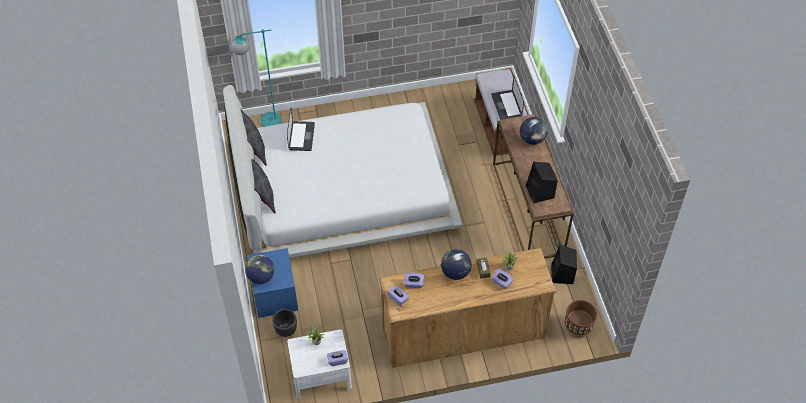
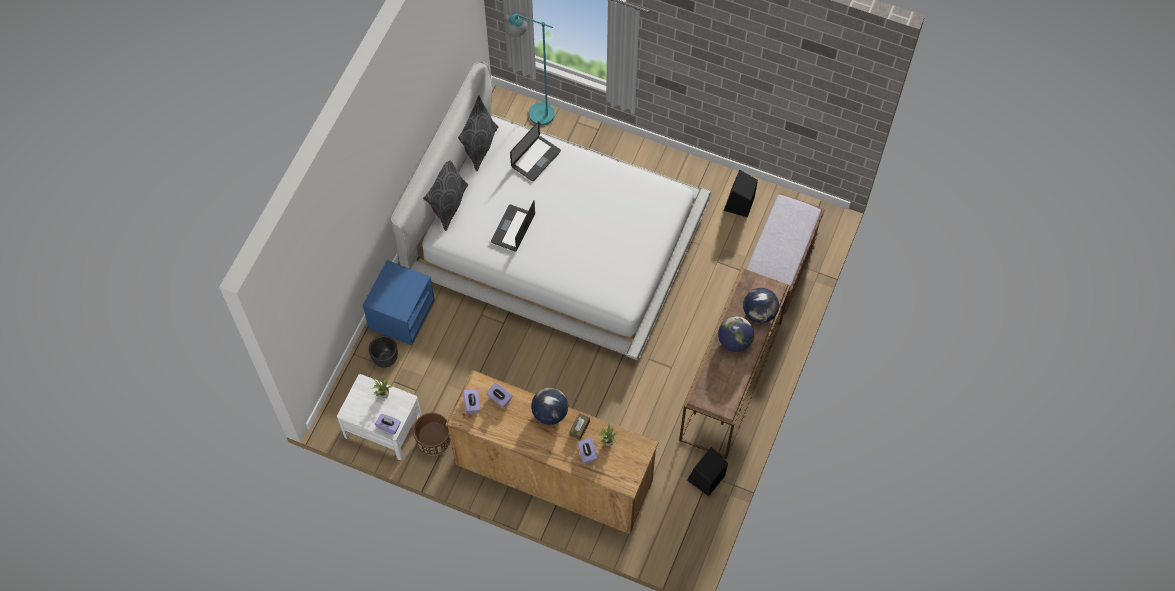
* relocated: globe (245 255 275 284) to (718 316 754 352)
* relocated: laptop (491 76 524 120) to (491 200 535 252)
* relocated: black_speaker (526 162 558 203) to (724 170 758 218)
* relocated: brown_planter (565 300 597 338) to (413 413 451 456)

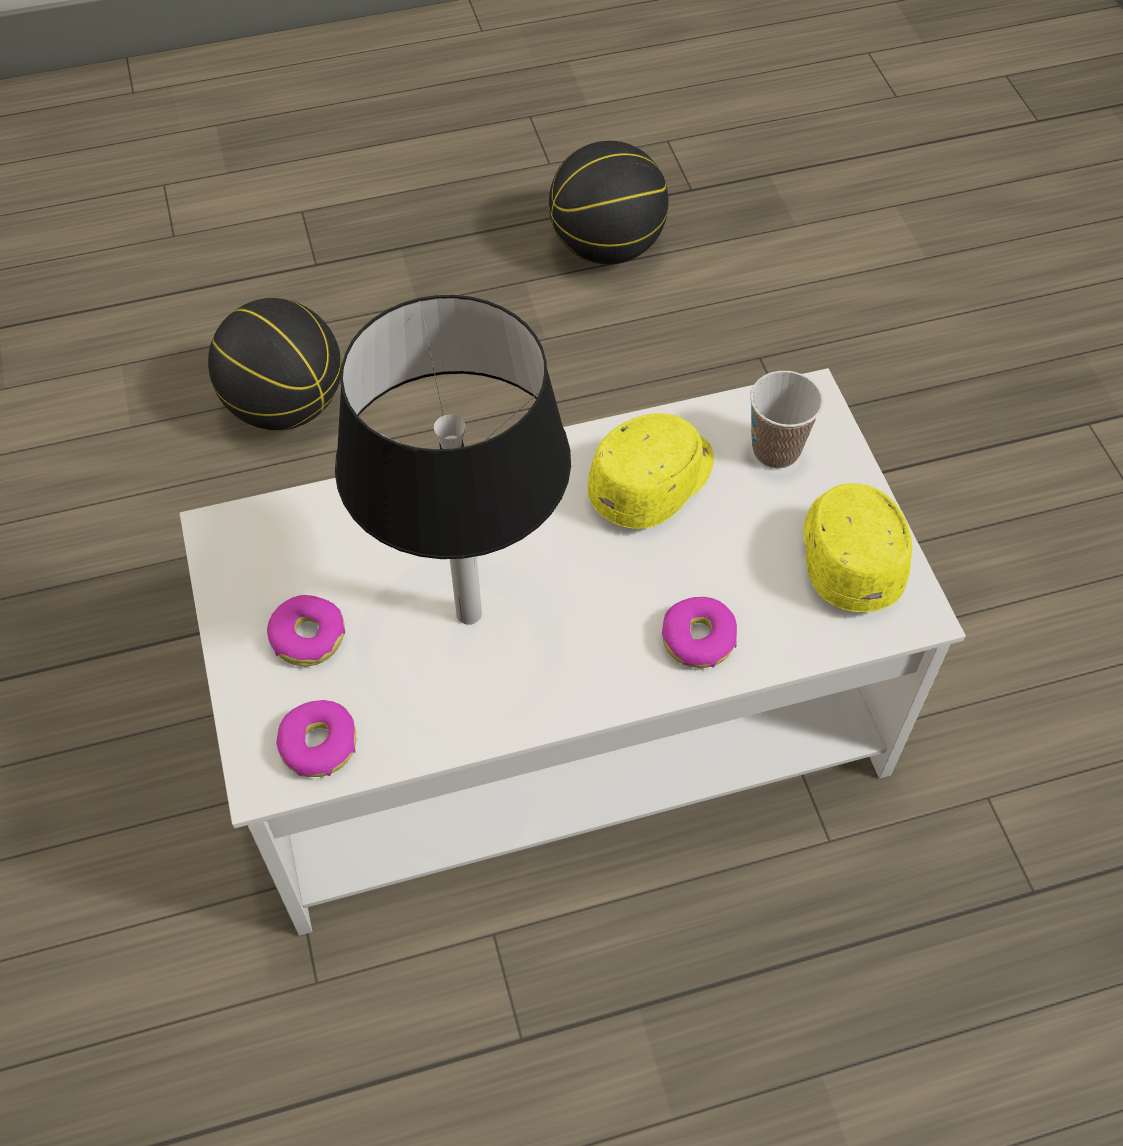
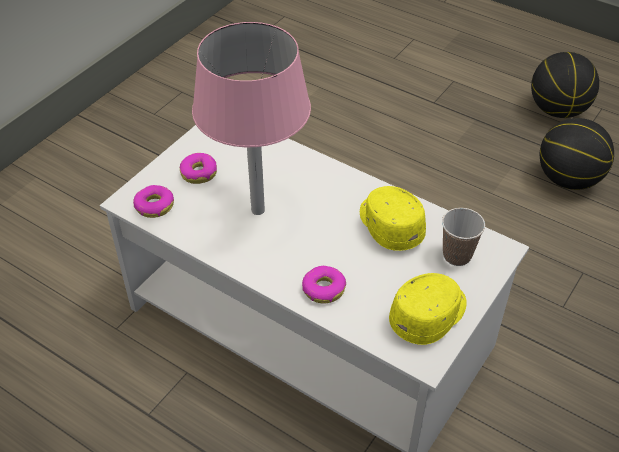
* relocated: basketball (208 298 342 430) to (531 52 599 118)
* colour: black_table_lamp (335 295 571 625) to pink_table_lamp (192 22 311 215)
* spun: yellow_cap (588 413 714 529) = (360 186 426 251) 120 degrees counterclockwise

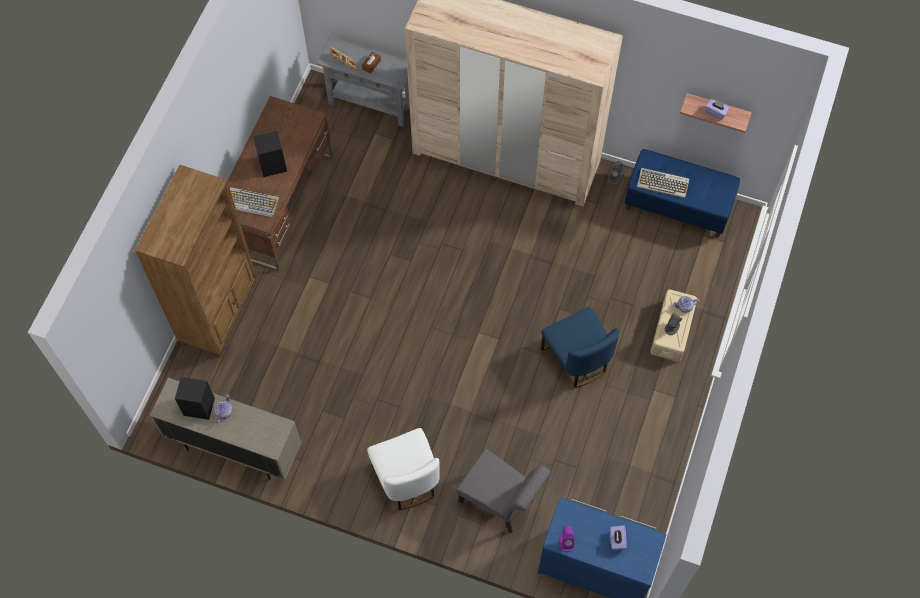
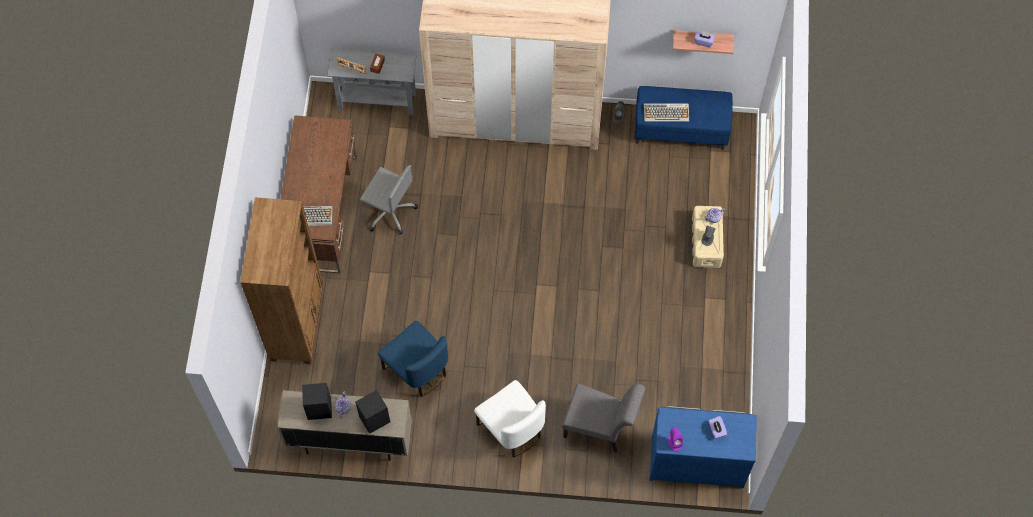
* relocated: black_speaker (253 131 287 177) to (355 390 390 434)
* relocated: blue_chair (541 307 619 388) to (378 321 448 397)
* appeared: grey_office_chair (360 165 418 235)

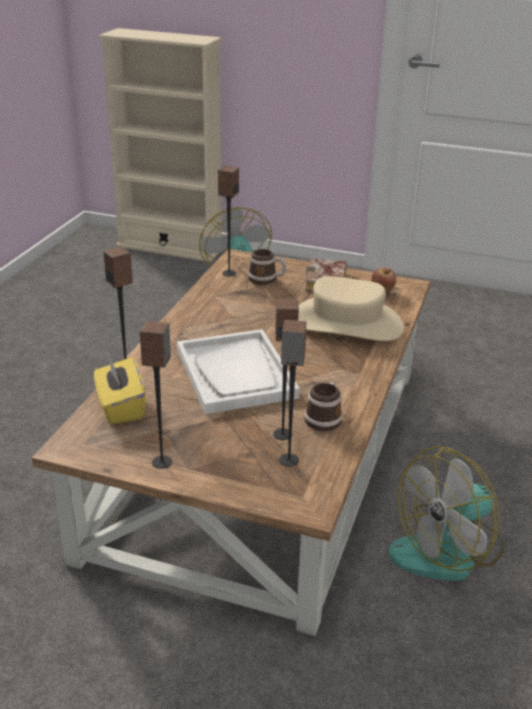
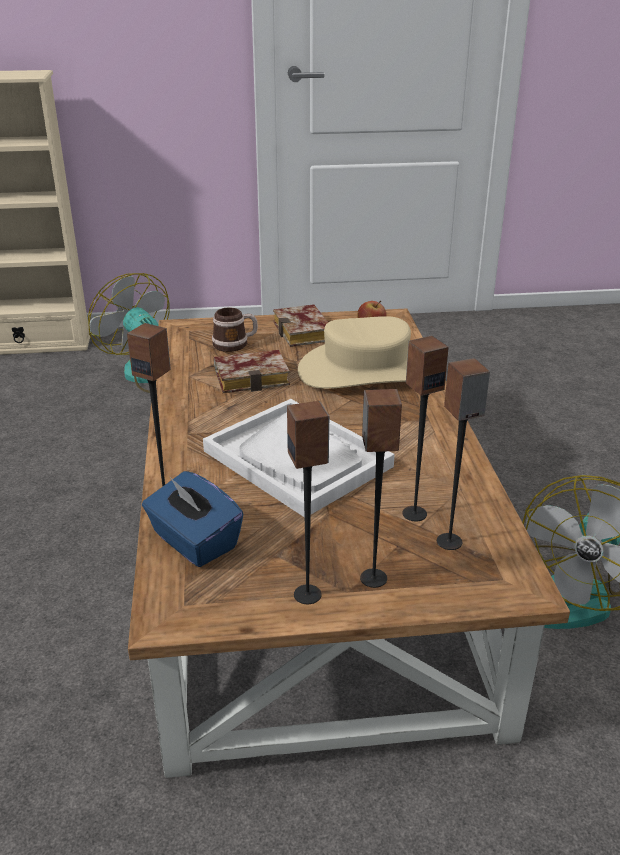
* colour: yellow_tissue_box (94 357 146 424) to blue_tissue_box (142 471 243 567)
* relocated: speaker (218 166 239 277) to (360 389 402 588)
* missing: mug (304 382 343 431)
* appeared: book (214 350 290 393)

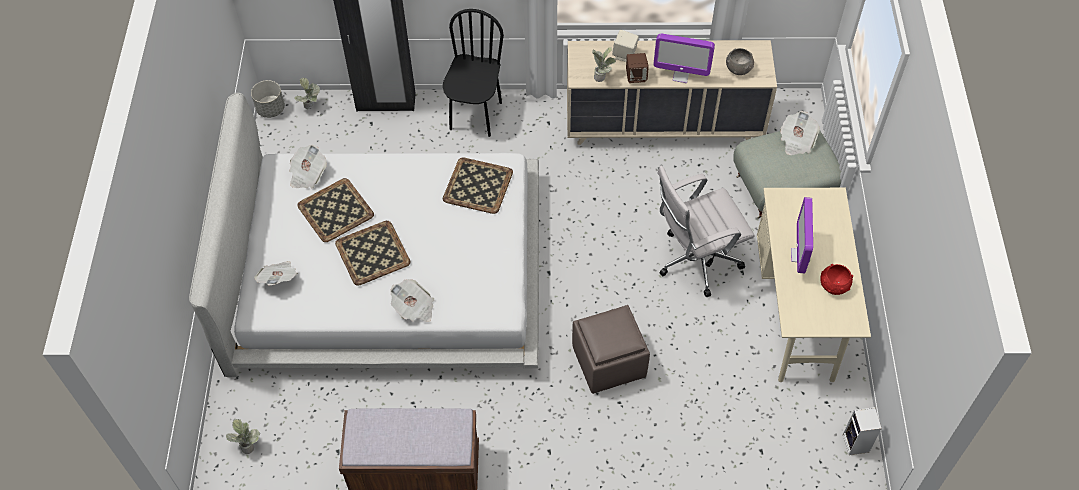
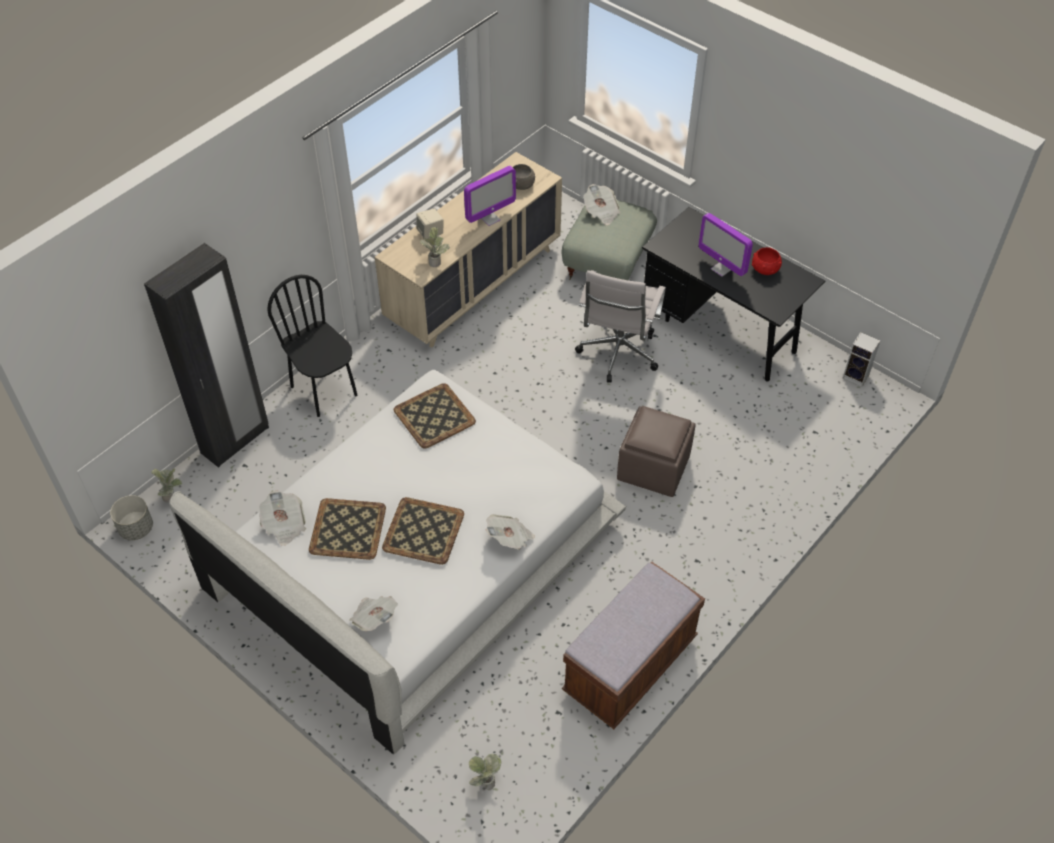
* missing: brown_speaker (626 53 649 83)
* colour: beige_desk (757 188 871 382) to black_desk (642 207 825 382)

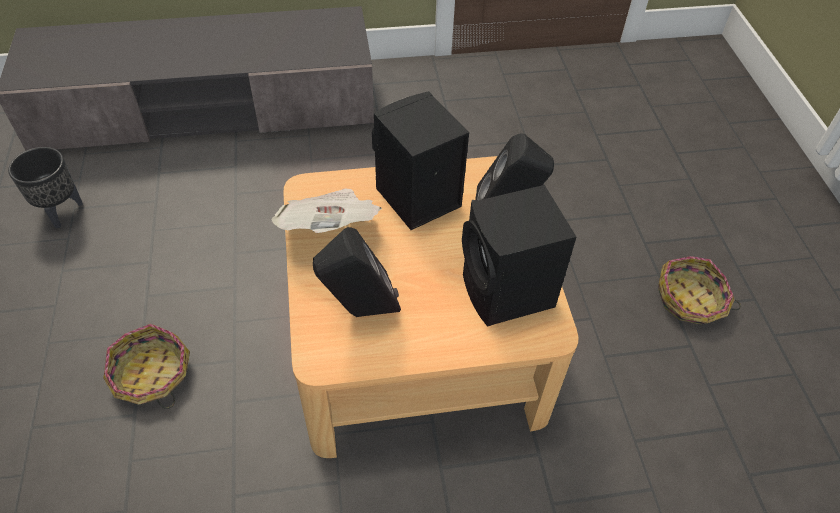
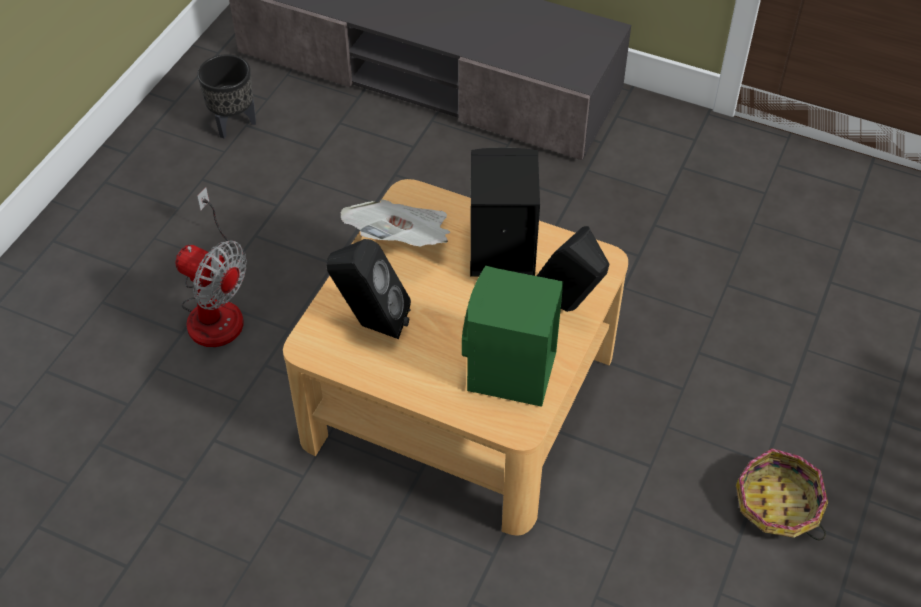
* exchanged: basket (103 324 190 409) to fan (175 187 247 347)
* colour: black_speaker (462 185 576 327) to green_speaker (462 266 563 407)

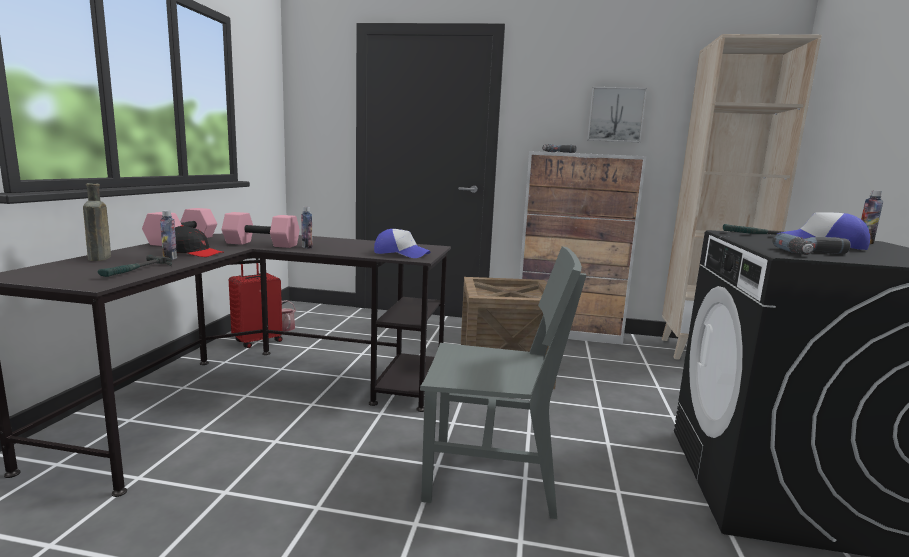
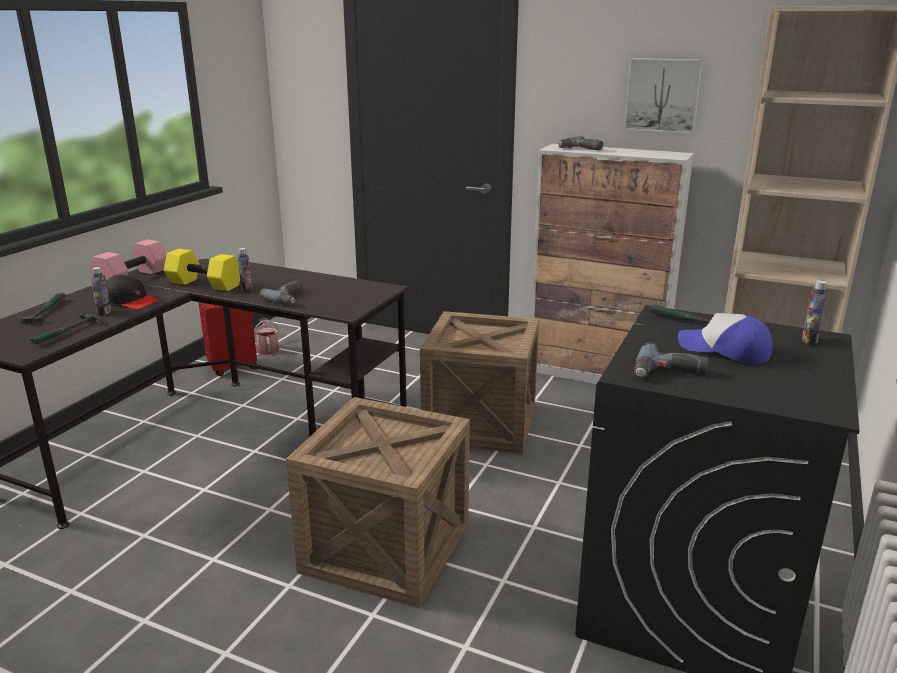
* exchanged: brown_bottle (83 183 111 261) to hammer (17 293 66 323)
* colour: pink_dumbbell (222 212 300 248) to yellow_dumbbell (164 249 240 291)
* missing: cap (374 229 430 258)
* exchanged: grey_chair (420 246 587 519) to crate (286 397 470 609)
* appeared: power_drill (260 280 302 305)

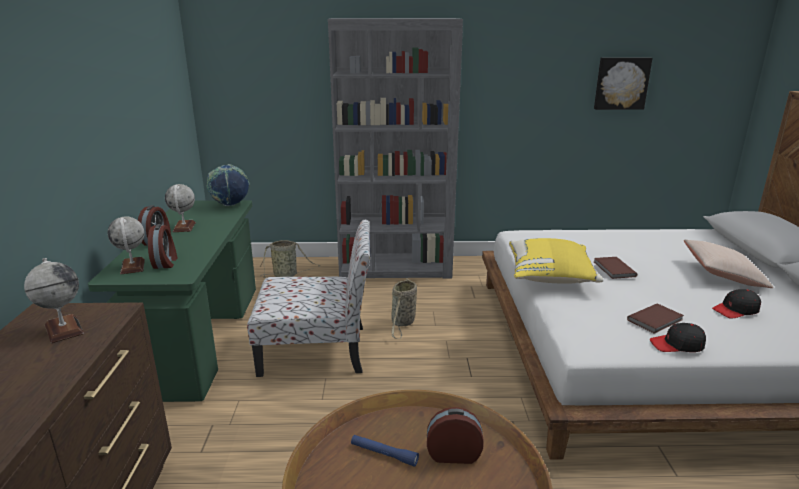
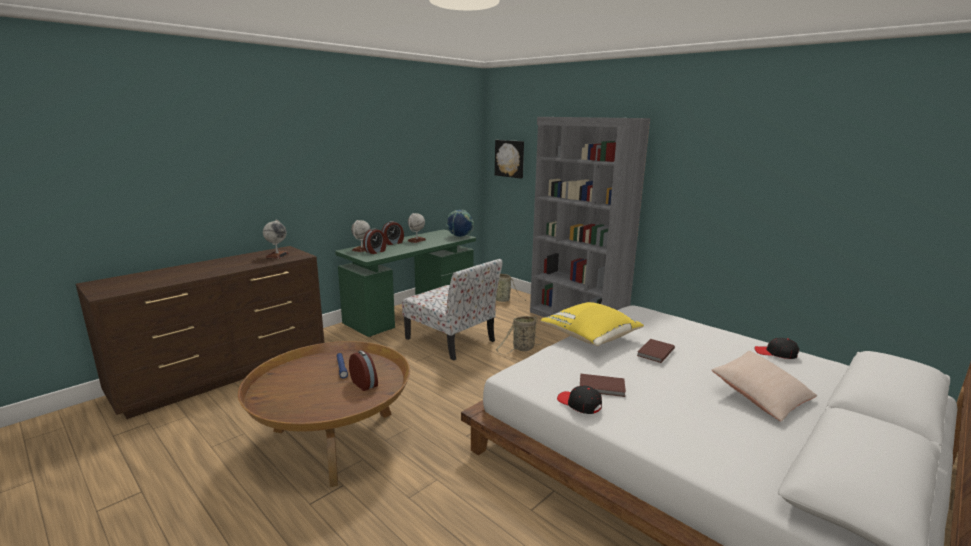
* relocated: picture (594 57 653 110) to (495 140 524 179)
* relocated: black_cap (712 289 761 319) to (754 338 799 359)

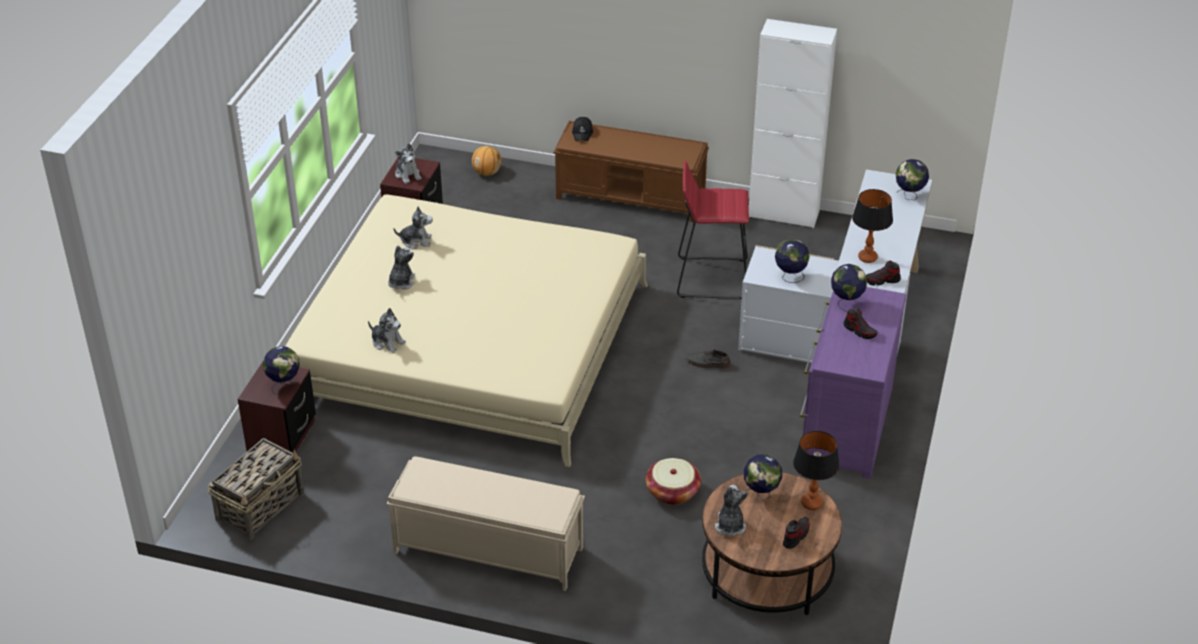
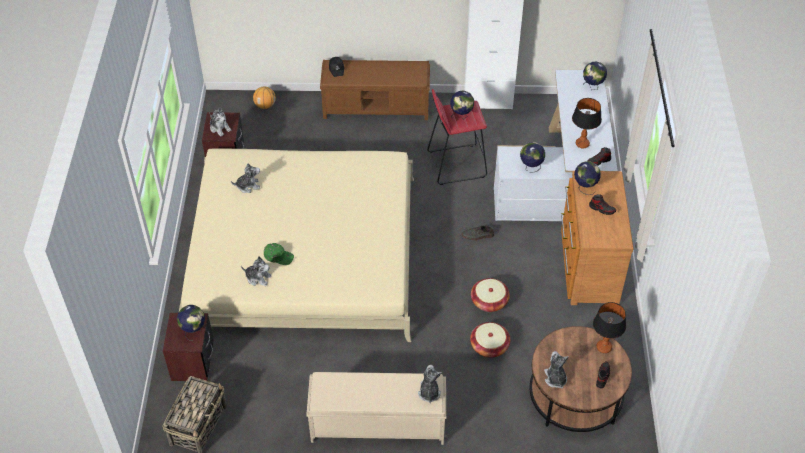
* relocated: plush_toy (388 245 415 290) to (418 365 442 403)
* relocated: globe (744 454 782 501) to (450 91 474 119)
* colour: purple_dresser (800 287 906 479) to brown_dresser (561 171 634 305)
* appeared: green_cap (264 243 294 265)
* appeared: basket (471 278 510 312)

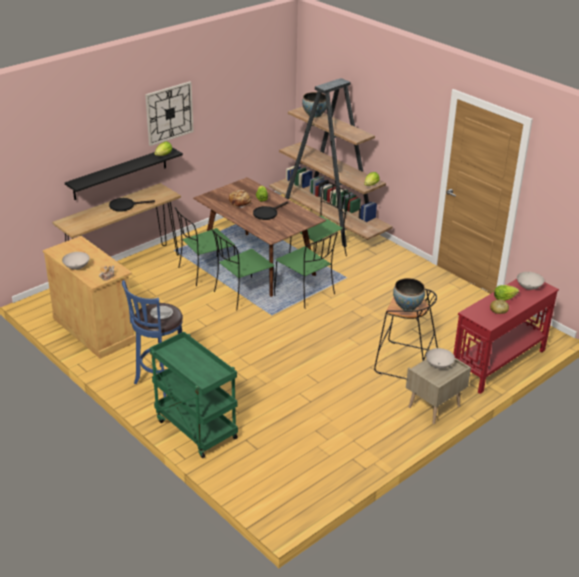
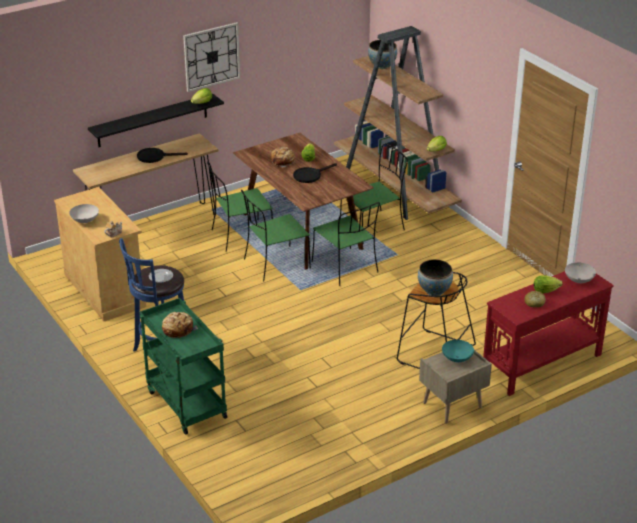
* colour: white_bowl (426 348 455 369) to turquoise_bowl (442 340 474 362)
* appeared: bread (162 312 198 338)

